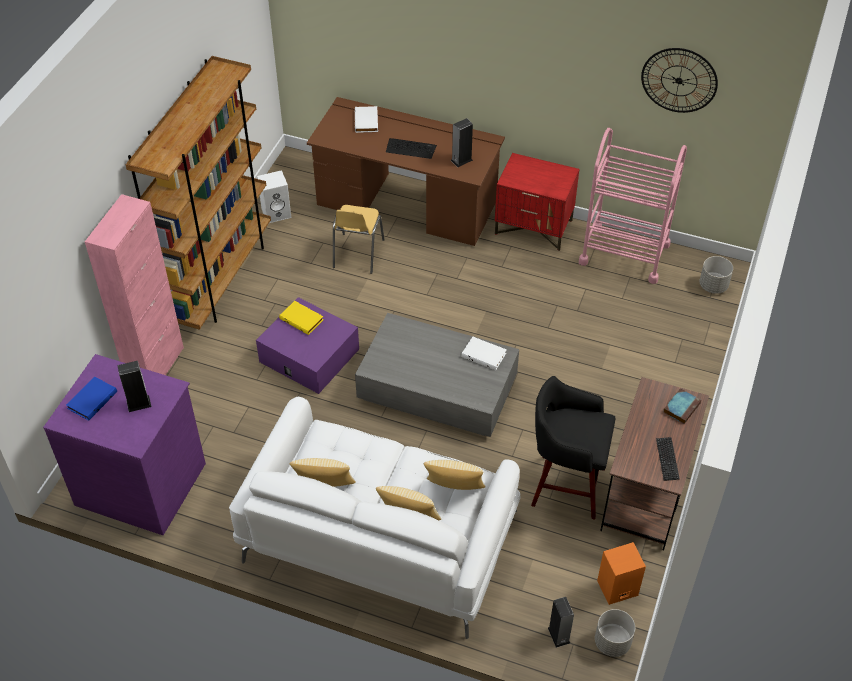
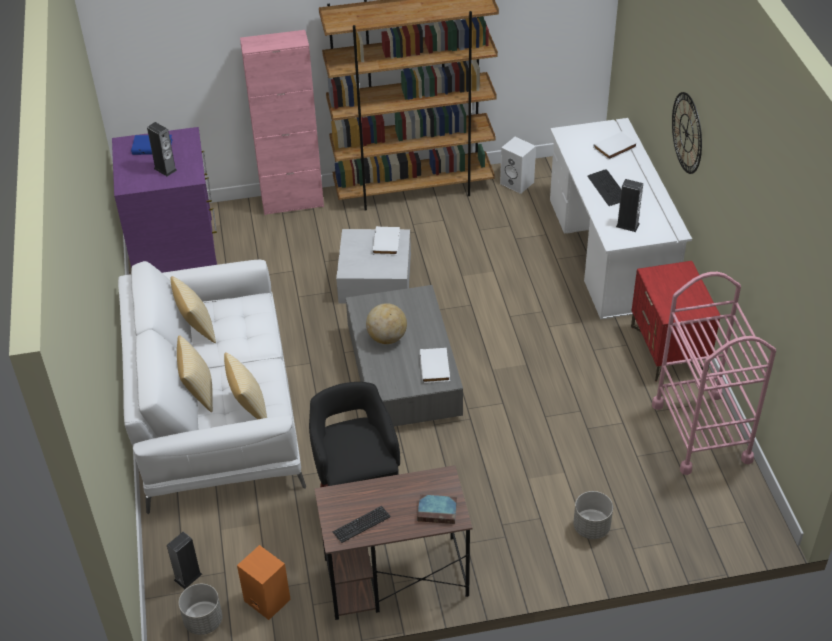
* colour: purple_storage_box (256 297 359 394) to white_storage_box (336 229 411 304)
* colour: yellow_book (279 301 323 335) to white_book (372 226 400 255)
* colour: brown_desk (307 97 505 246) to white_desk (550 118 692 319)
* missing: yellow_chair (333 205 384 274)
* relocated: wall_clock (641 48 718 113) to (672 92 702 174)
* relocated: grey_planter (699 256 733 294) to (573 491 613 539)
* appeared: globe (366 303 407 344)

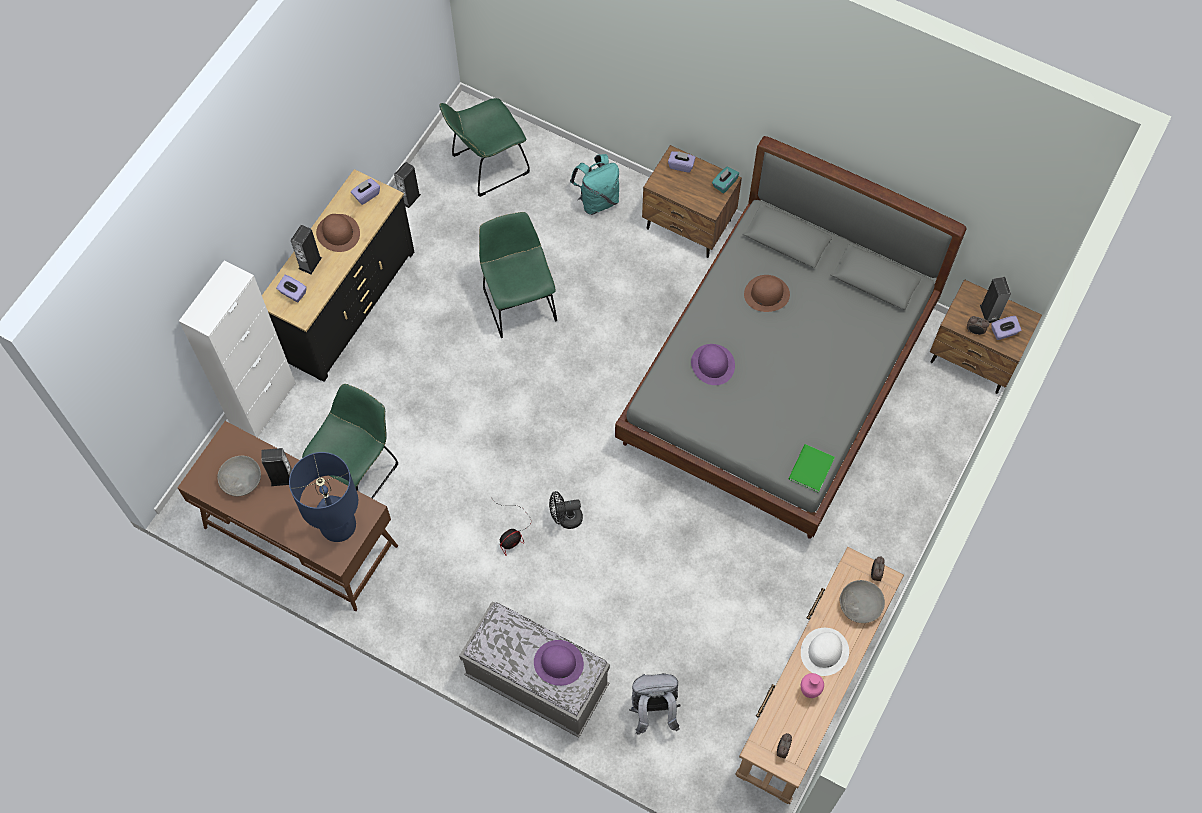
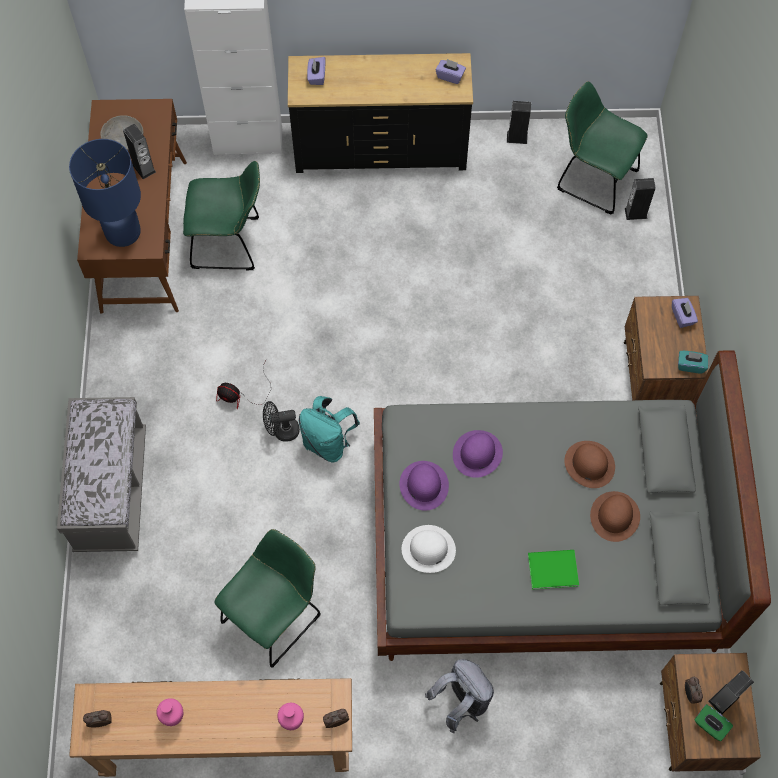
* relocated: speaker (291 225 322 274) to (625 178 655 220)
* relocated: brown_hat (316 214 360 252) to (590 491 640 542)
* relocated: green_chair (479 212 557 338) to (214 529 321 668)
* relocated: purple_hat (534 640 584 686) to (399 461 449 511)
* spun: black_fan (549 491 583 529) = (263 401 300 442) 60 degrees counterclockwise
* relocated: turquoise_backpack (570 154 619 215) to (299 396 360 462)
* relocated: grey_backpack (629 673 680 735) to (425 659 494 733)
* relocated: green_book (789 444 835 493) to (528 550 579 590)
* relocated: white_hat (801 628 849 676) to (402 525 456 573)
* exchanged: grey_bowl (840 580 885 623) to pink_vase (277 703 304 730)
* colour: purple_tissue_box (992 316 1021 340) to green_tissue_box (694 704 733 741)

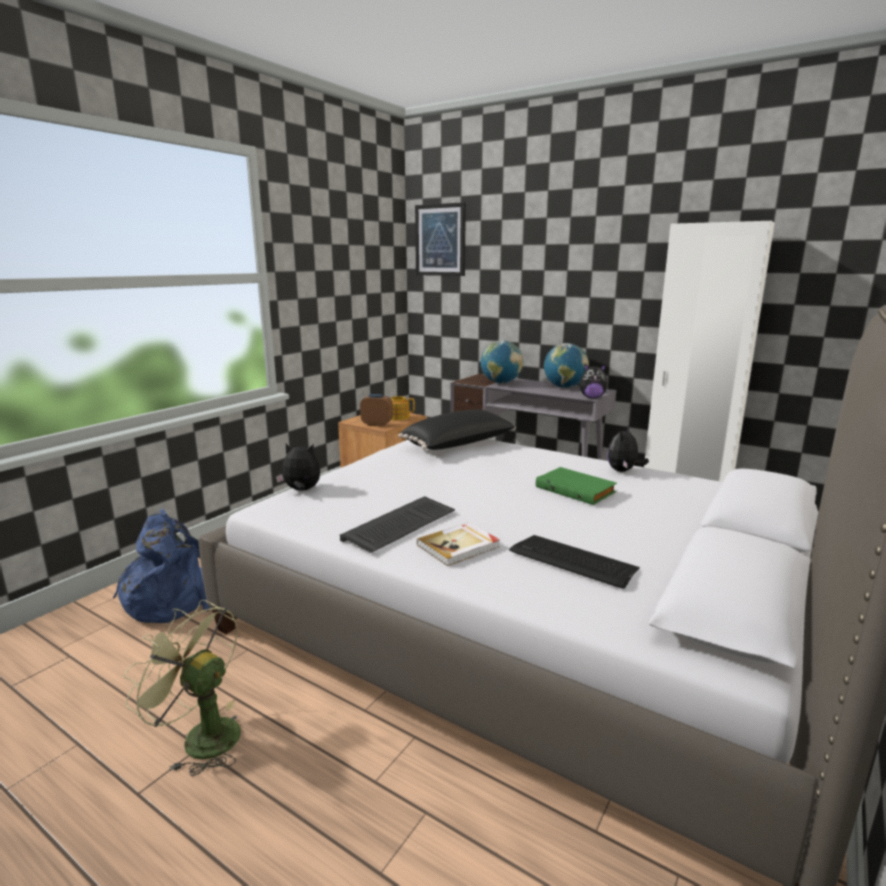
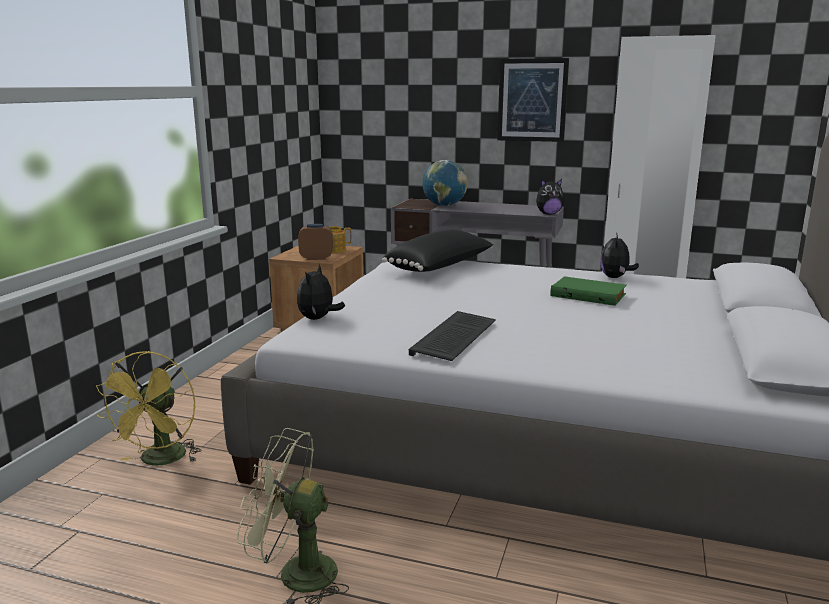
* exchanged: blue_backpack (113 509 211 623) to yellow_fan (96 351 202 466)
* spun: plush_toy (276 444 320 491) = (297 264 345 320) 60 degrees counterclockwise
* relocated: picture (415 202 466 276) to (497 58 569 142)
* missing: book (417 522 500 566)
* missing: keyboard (509 535 640 589)
* missing: globe (544 343 589 388)

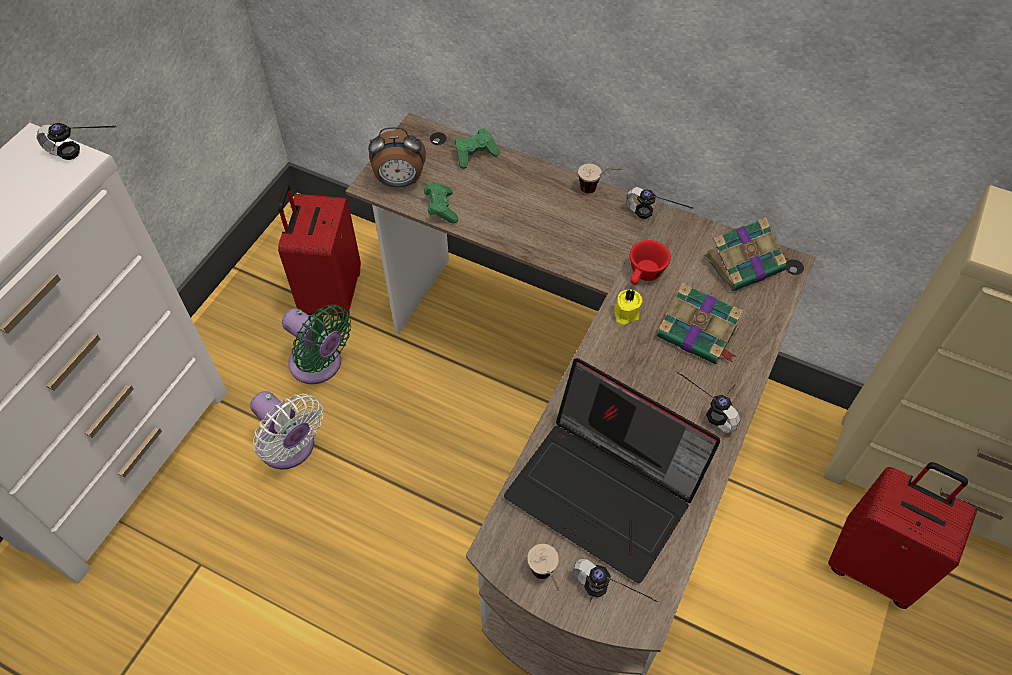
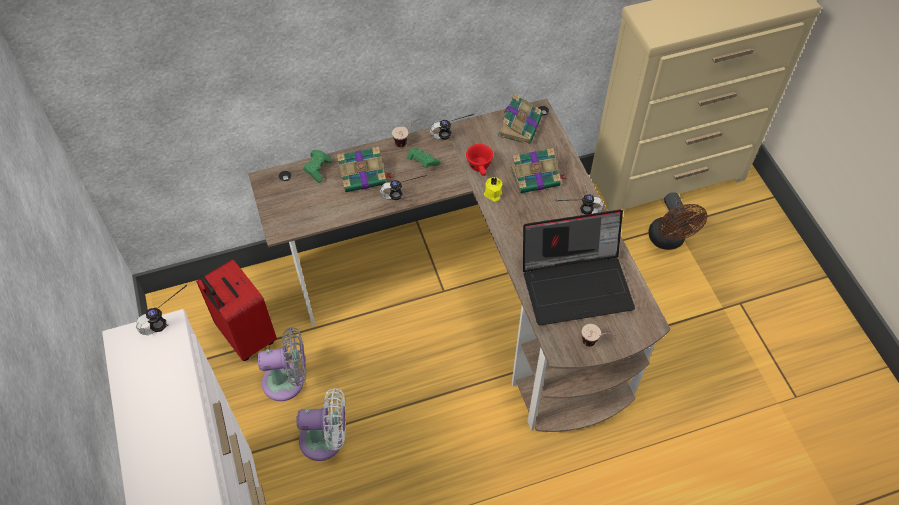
* colour: green_fan (282 305 351 384) to grey_fan (257 327 306 401)
* missing: alarm_clock (368 127 426 187)
* relocated: green_game_controller (424 182 458 223) to (407 148 440 168)
* relocated: headphones (573 558 658 606) to (380 174 428 200)
* exchanged: red_suitcase (828 462 977 609) to brown_fan (648 192 707 250)
* appeared: book (337 147 392 192)

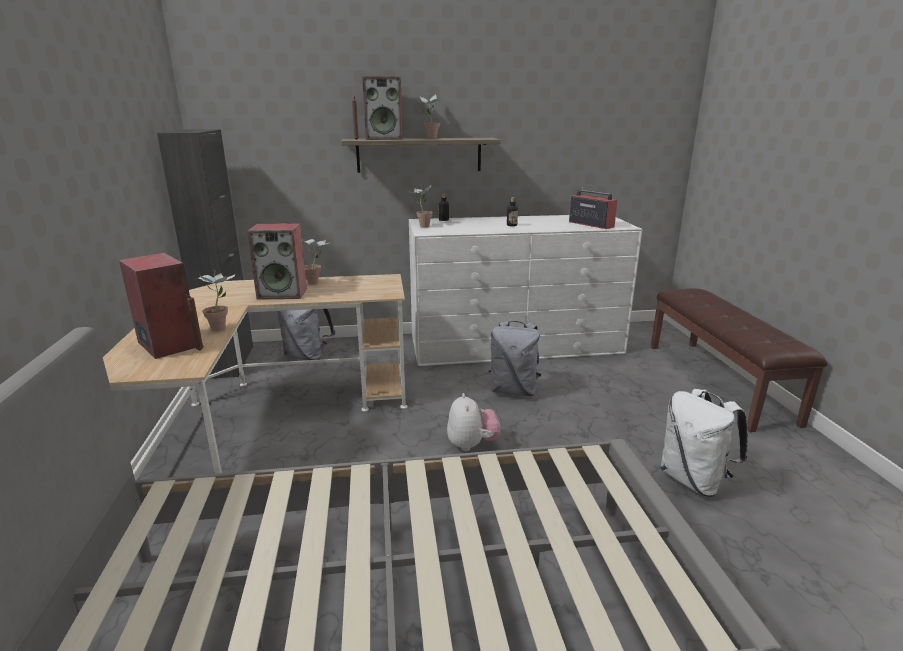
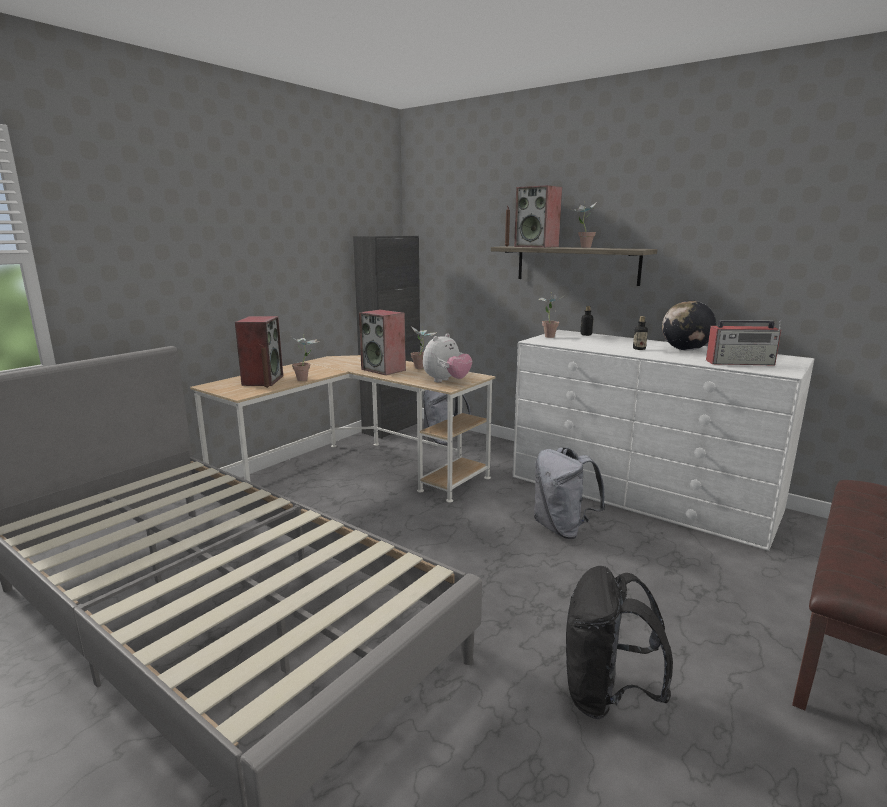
* relocated: plush_toy (447 393 500 452) to (423 333 472 382)
* spun: radio (569 187 618 229) = (706 320 781 366) 90 degrees clockwise
* colour: white_backpack (660 389 748 497) to black_backpack (566 566 673 720)
* appeared: globe (662 300 716 351)

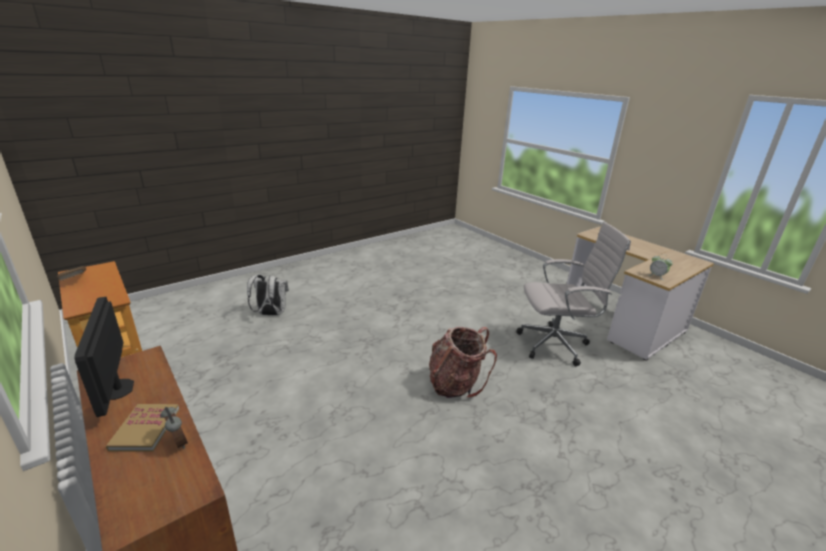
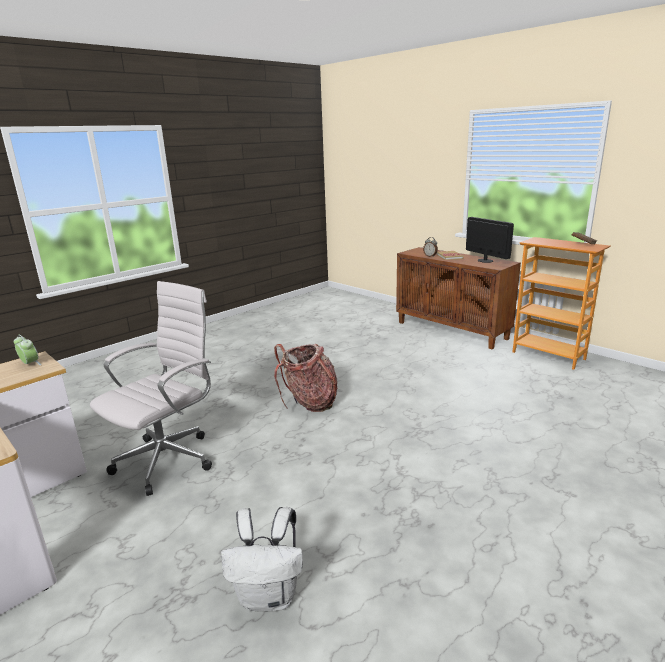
* relocated: white_backpack (247 275 289 316) to (221 507 303 612)
* spun: white_office_chair (516 222 631 366) = (90 281 212 496) 135 degrees clockwise

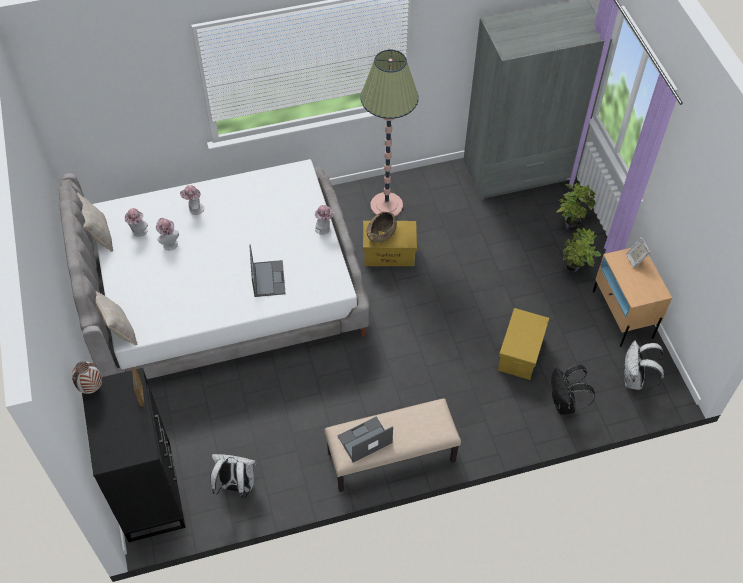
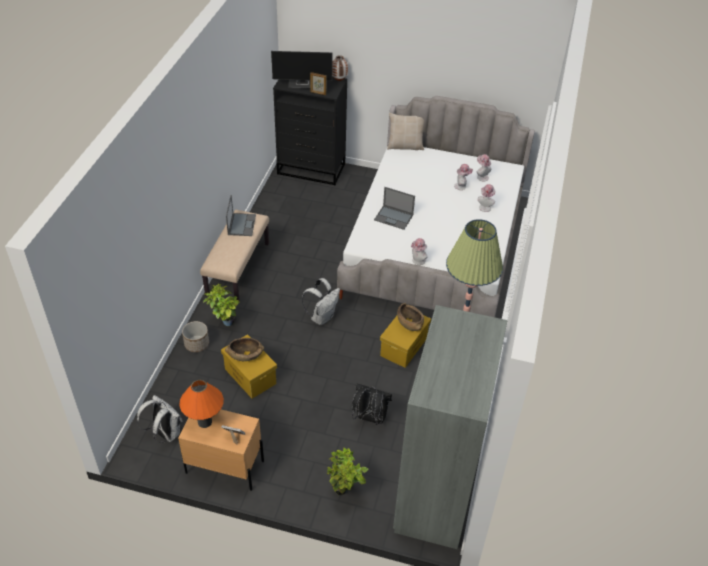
* missing: beige_pillow (77 192 113 252)
* relocated: white_backpack (210 454 257 498) to (302 278 340 325)
* relocated: black_backpack (551 364 595 415) to (352 384 392 426)
* relocated: potted_plant (563 228 601 272) to (203 284 239 326)
* appeared: orange_table_lamp (179 380 224 428)
* appeared: planter (182 321 209 352)
* appeared: brown_bowl (225 338 264 361)
* appeared: monitor (271 51 333 89)

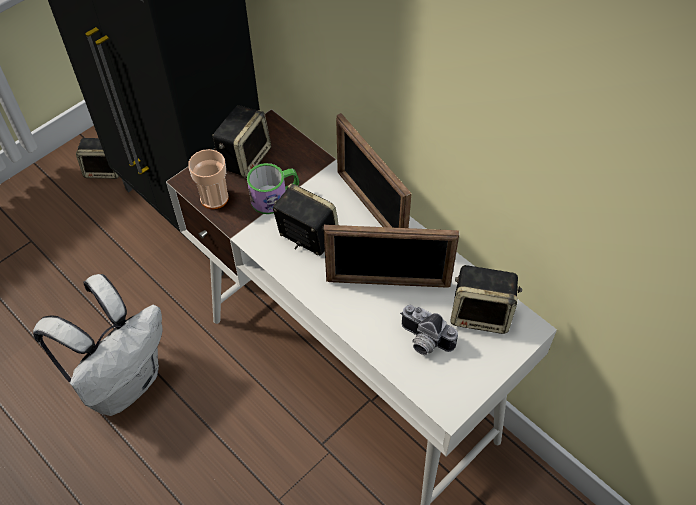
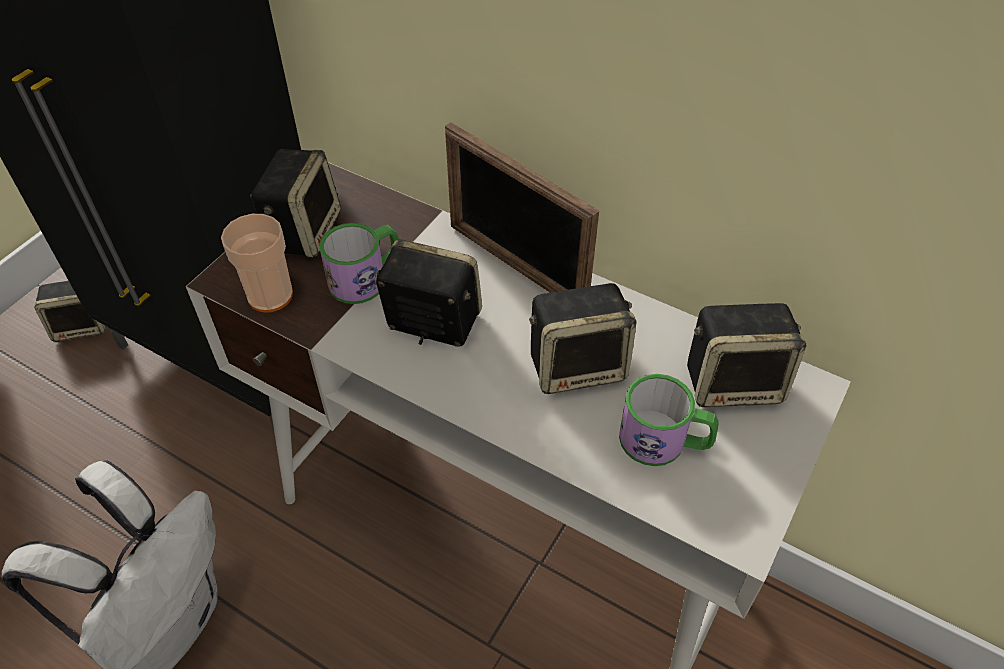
* exchanged: picture_frame (324 225 459 288) to speaker (529 283 637 394)
* exchanged: photo_camera (400 305 458 355) to mug (619 374 719 466)

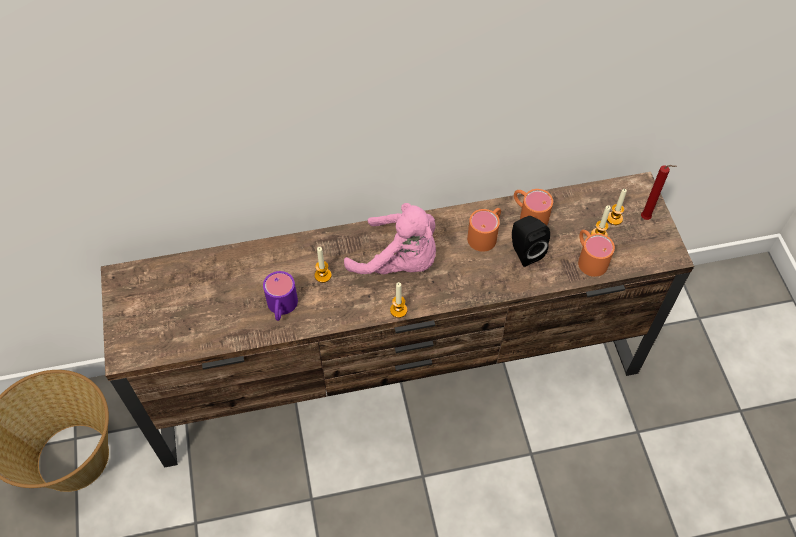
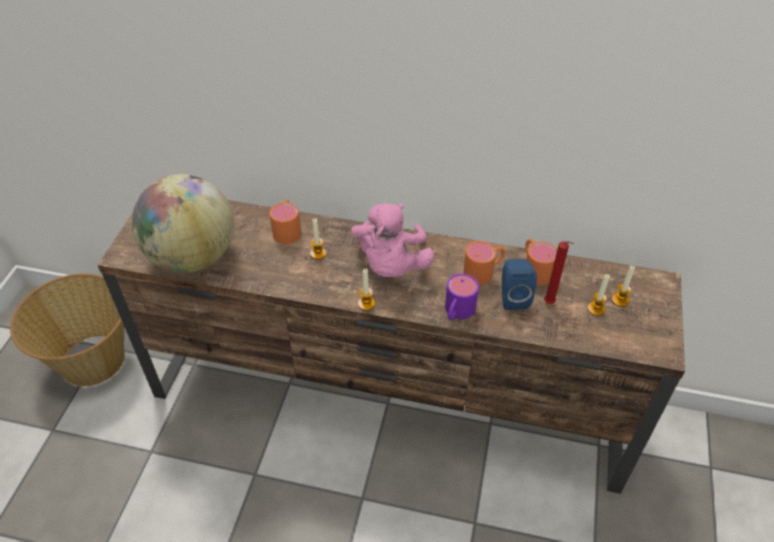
* relocated: purple_mug (263 271 298 321) to (445 274 479 320)
* spun: pink_plush_toy (344 203 436 274) = (351 203 435 277) 45 degrees clockwise
* colour: black_speaker (512 216 550 267) to blue_speaker (502 259 537 310)
* relocated: orange_mug (578 230 615 277) to (270 199 301 244)
* relocated: red_candle (641 165 677 220) to (544 241 574 304)
* appeared: globe (131 174 234 273)

